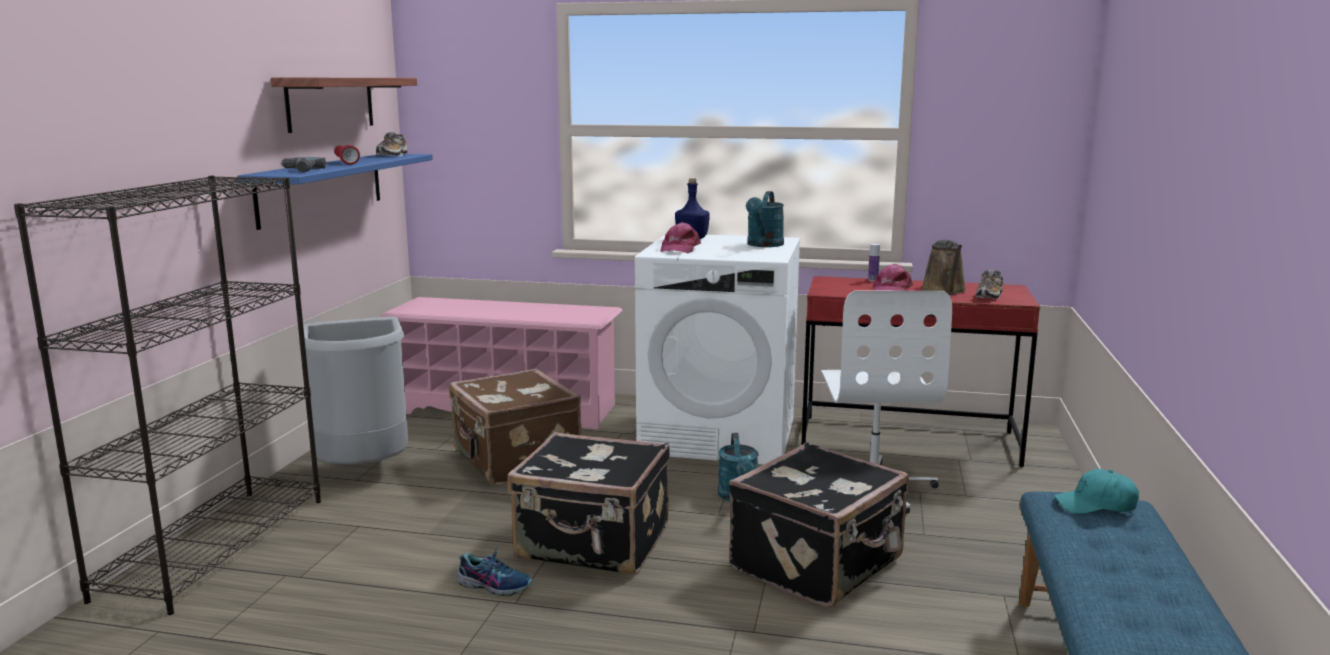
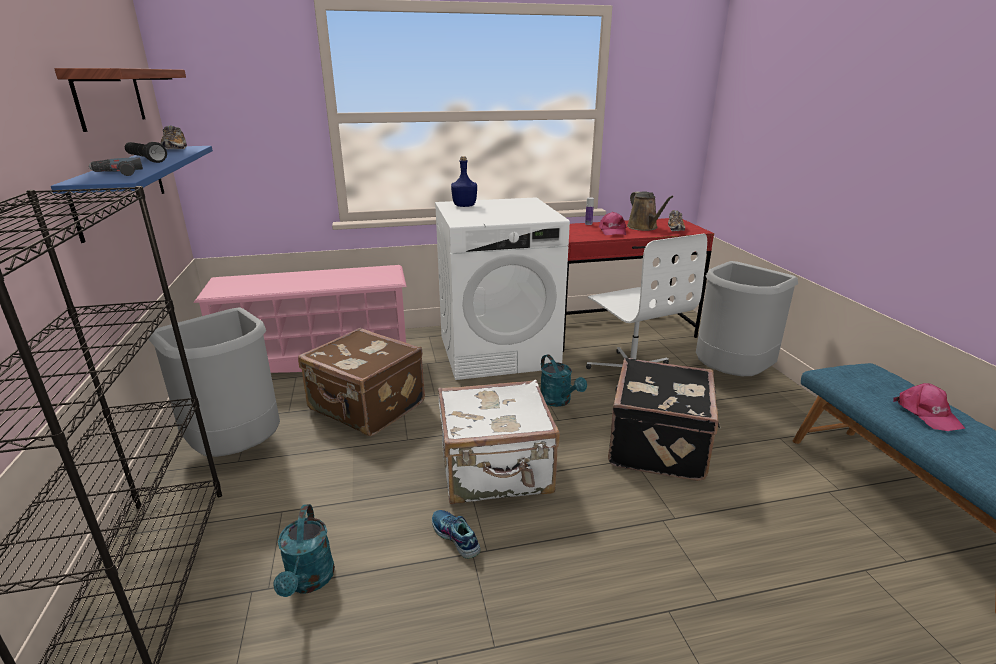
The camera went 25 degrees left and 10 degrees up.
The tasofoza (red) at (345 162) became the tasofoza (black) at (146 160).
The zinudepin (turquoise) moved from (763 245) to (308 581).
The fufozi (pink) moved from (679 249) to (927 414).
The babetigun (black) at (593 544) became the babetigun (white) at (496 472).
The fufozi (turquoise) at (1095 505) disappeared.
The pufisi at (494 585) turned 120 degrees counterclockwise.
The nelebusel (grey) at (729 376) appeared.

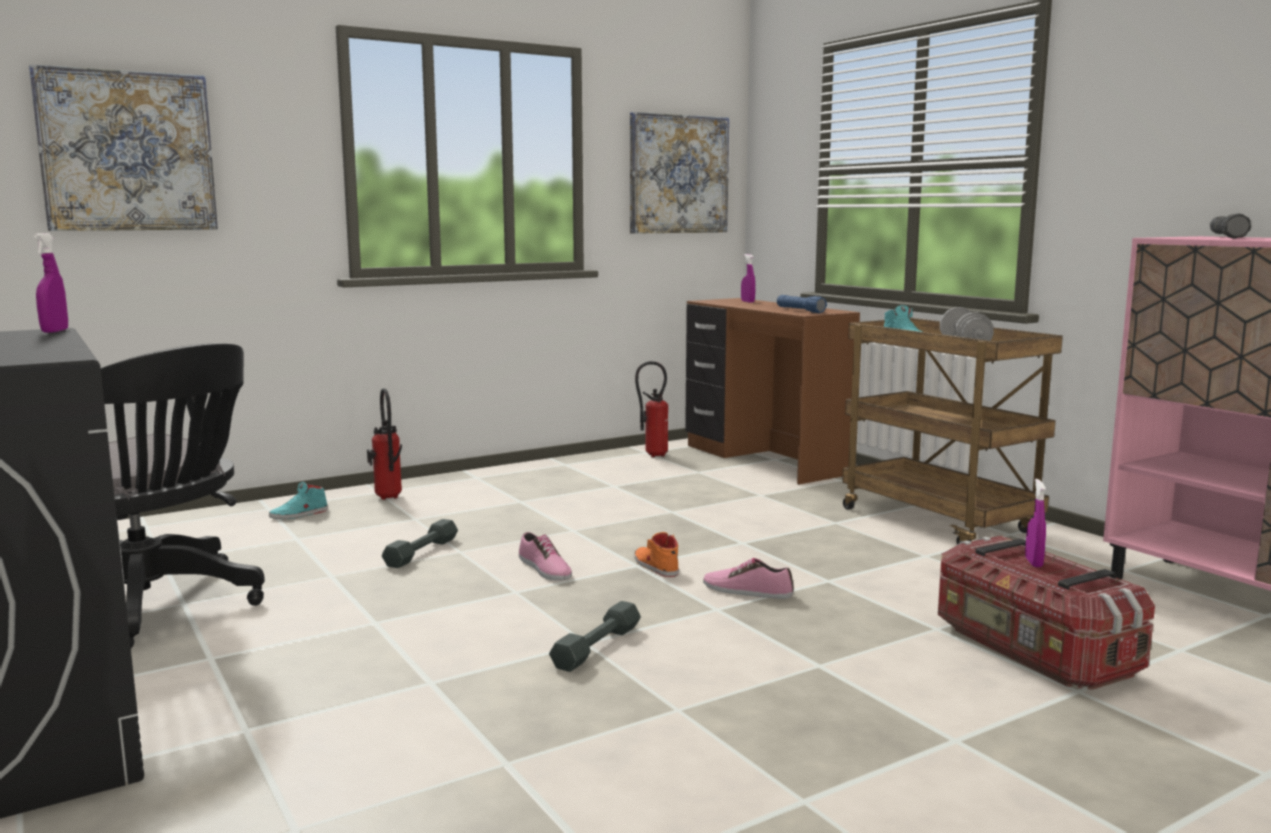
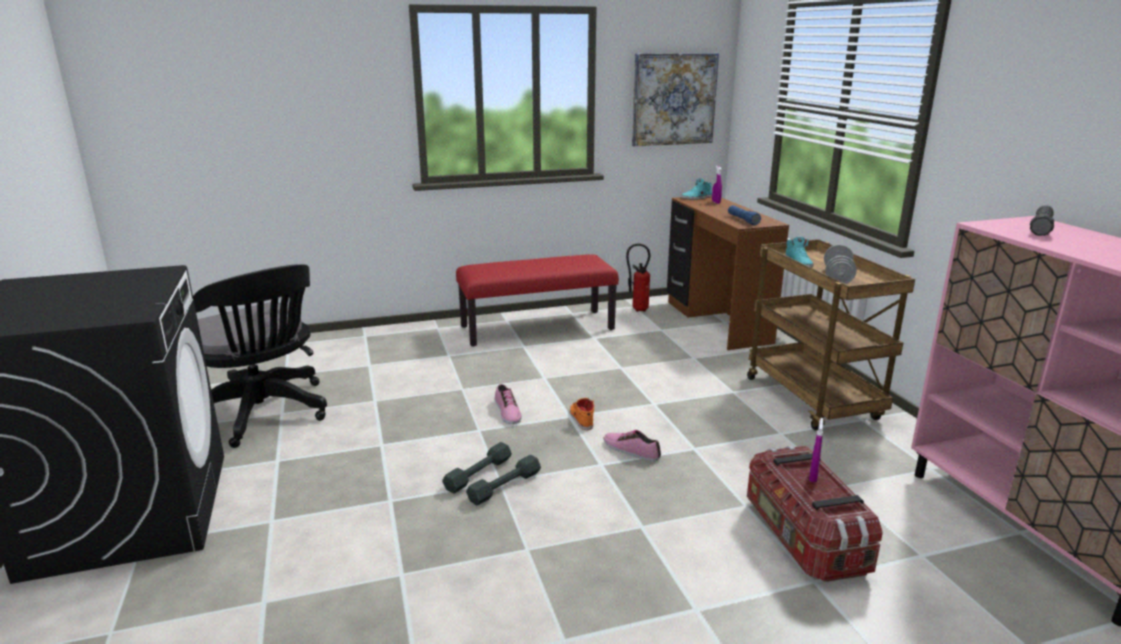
The camera went 15 degrees right and 10 degrees up.
The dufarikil at (127 151) disappeared.
The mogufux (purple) at (55 331) disappeared.
The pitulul at (387 498) disappeared.
The pufisi (turquoise) moved from (299 514) to (696 198).
The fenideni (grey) moved from (421 552) to (478 474).
The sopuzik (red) at (537 328) appeared.

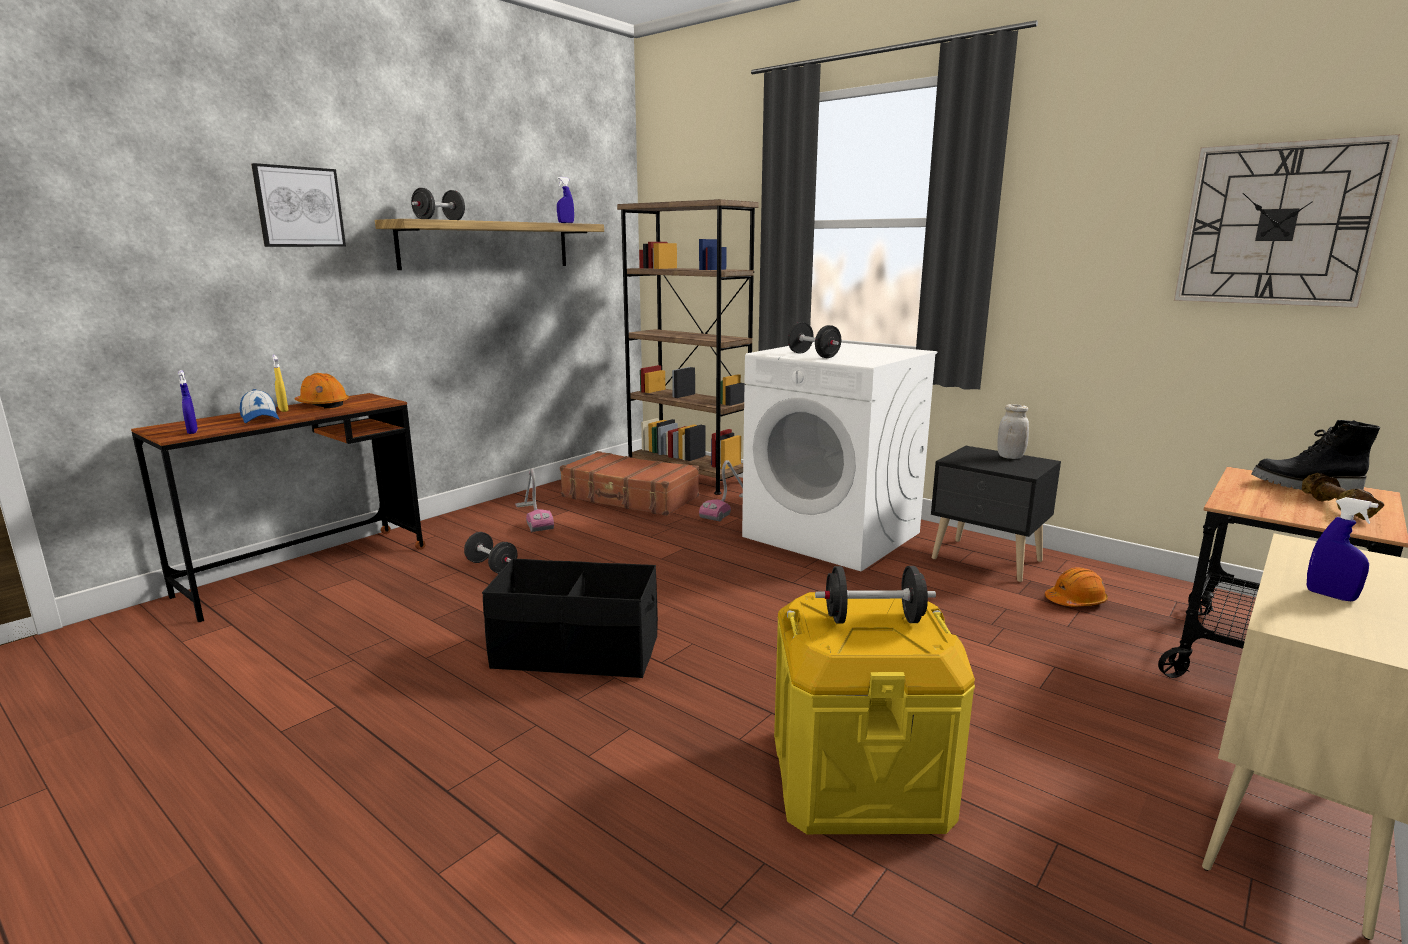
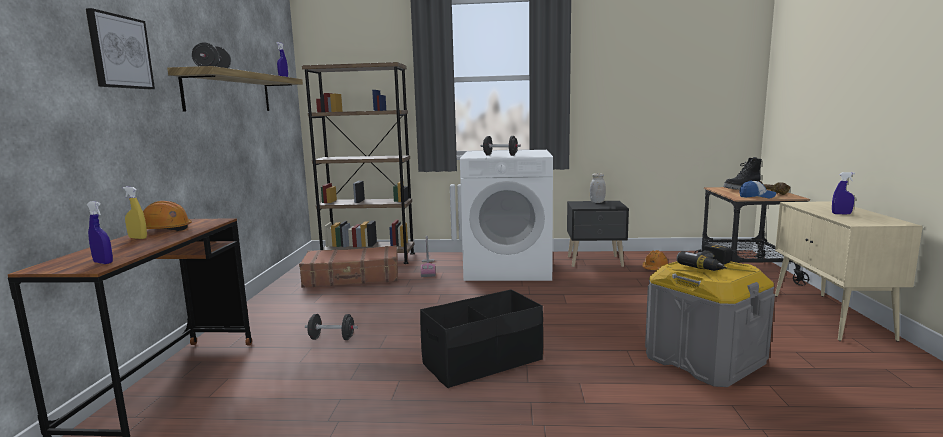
The camera went 35 degrees left and 5 degrees down.
The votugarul at (1277 225) disappeared.
The fufozi moved from (260 418) to (757 196).
The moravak at (533 517) disappeared.
The fenideni (black) at (873 620) was replaced by the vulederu at (711 267).
The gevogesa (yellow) at (858 778) became the gevogesa (grey) at (703 360).

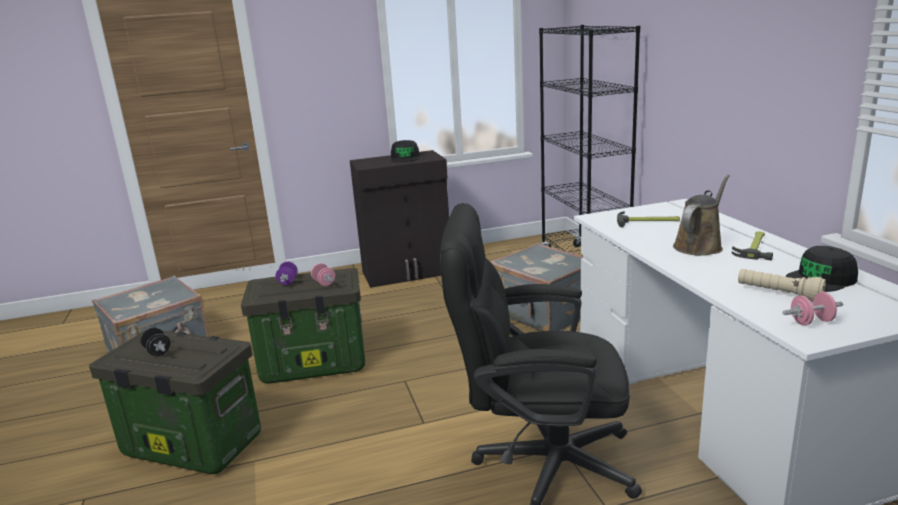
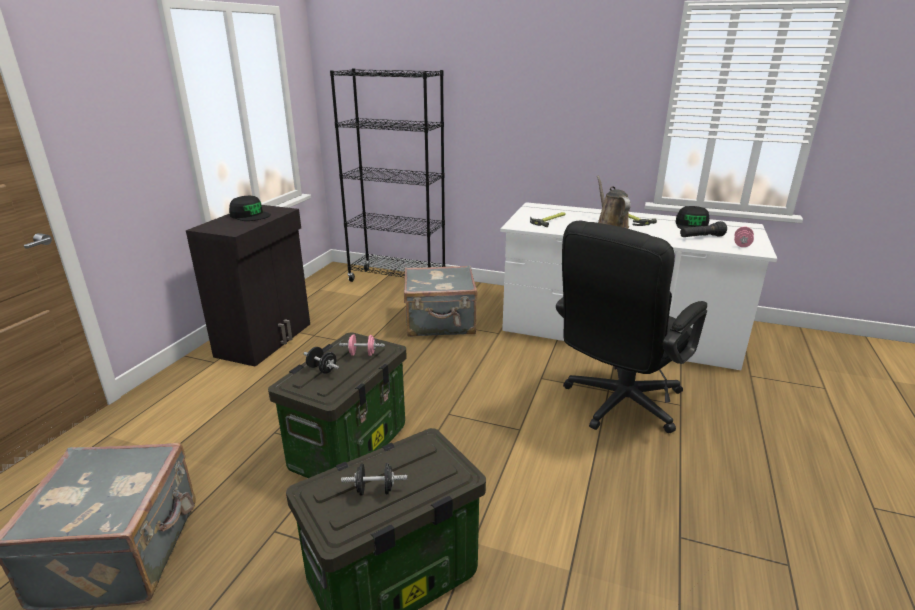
The camera went 55 degrees left and 5 degrees up.
The fenideni (purple) at (288 281) became the fenideni (black) at (322 369).
The tasofoza (beige) at (778 294) became the tasofoza (black) at (701 237).

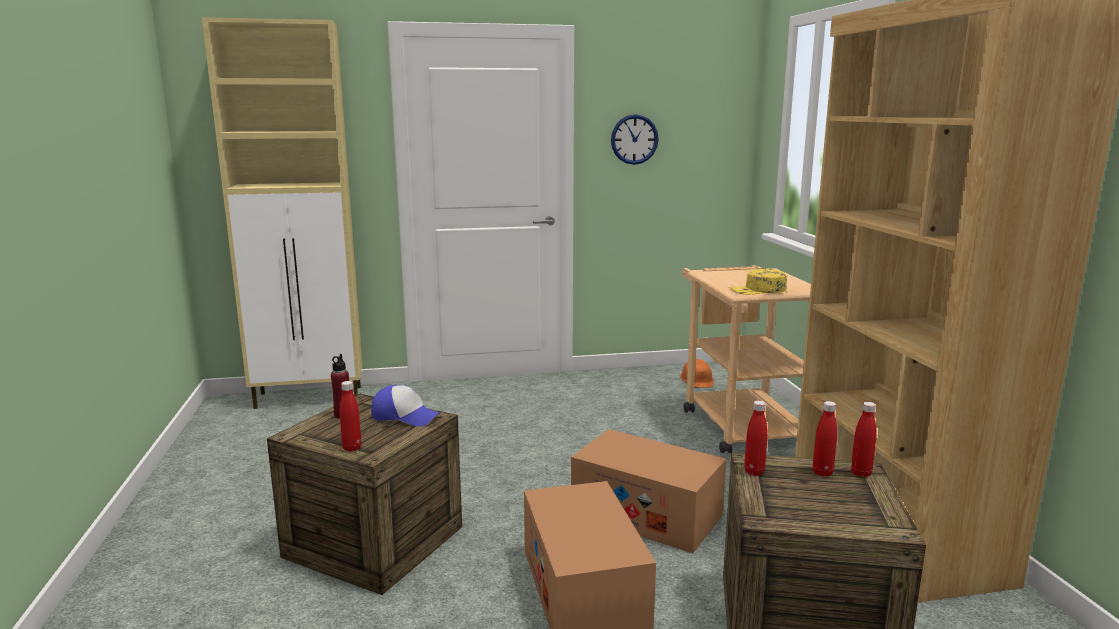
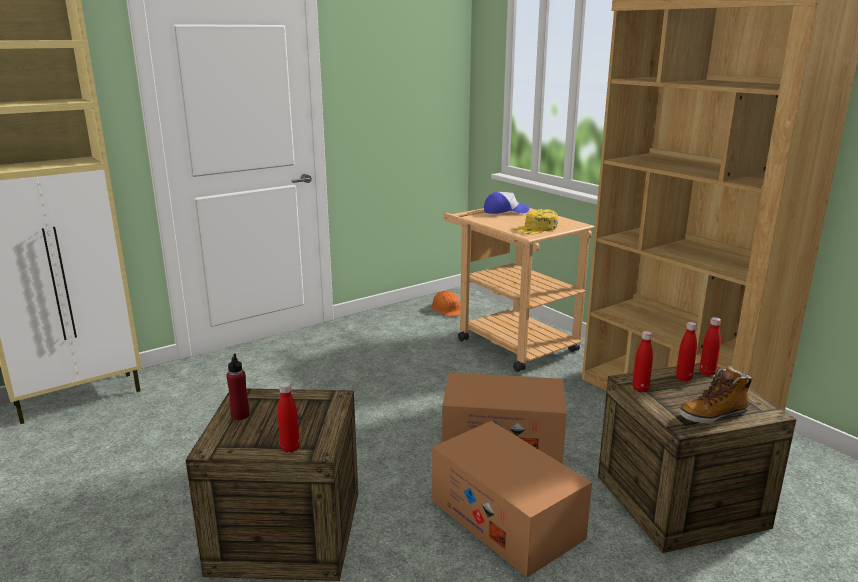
The camera went 25 degrees left and 5 degrees up.
The votugarul at (634 139) disappeared.
The fufozi moved from (405 416) to (505 211).
The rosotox at (713 415) appeared.

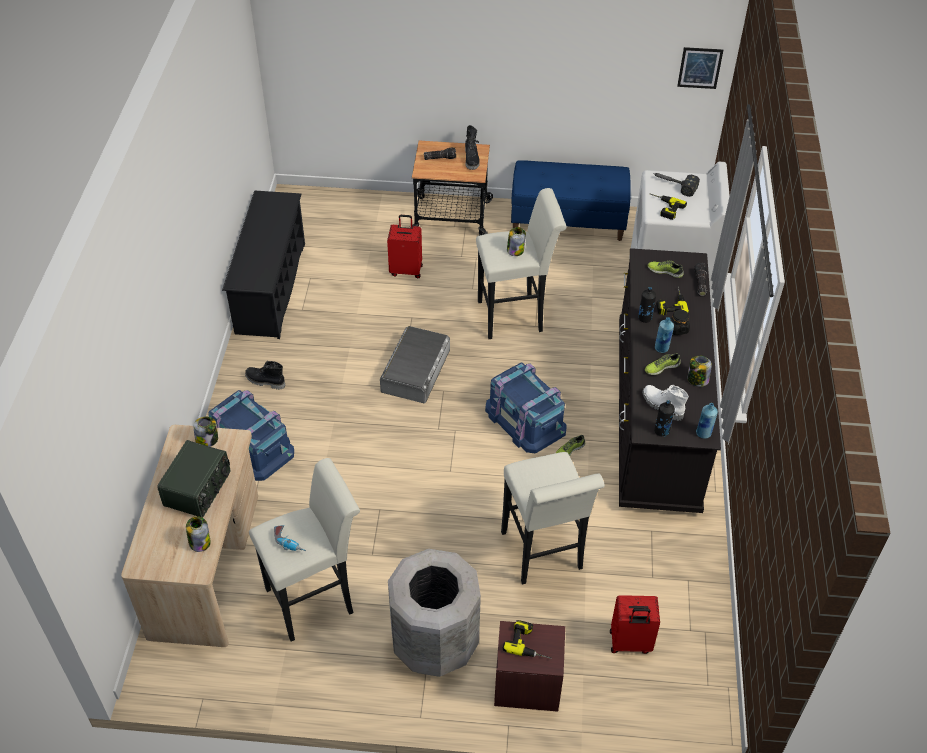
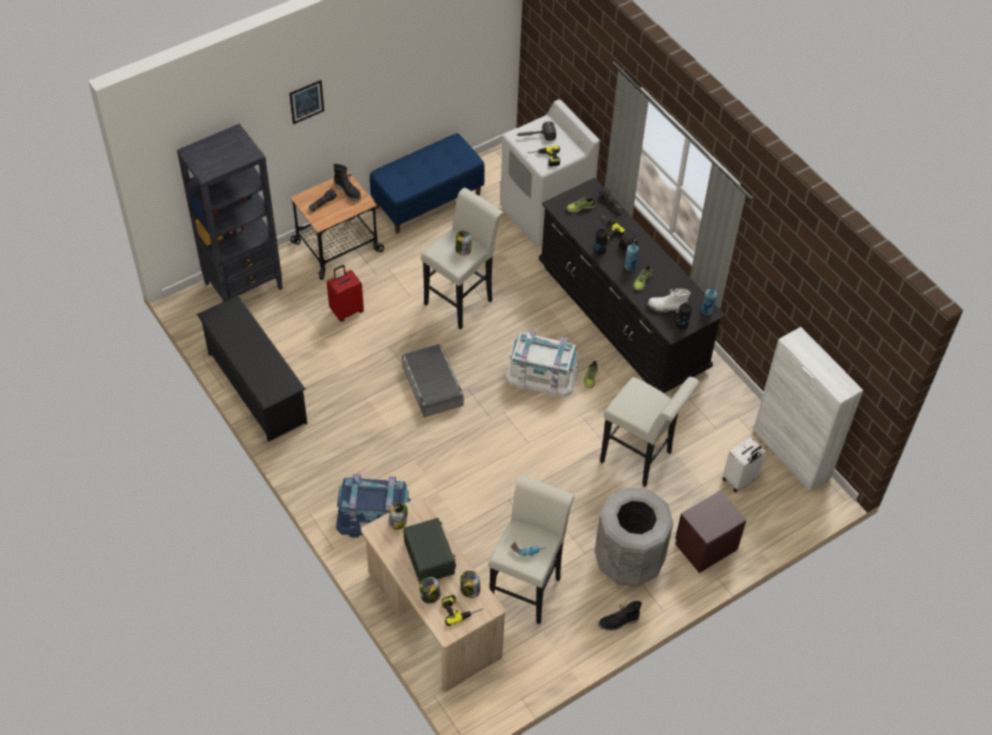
The camera went 40 degrees left and 5 degrees up.
The dufarikil moved from (700 68) to (306 101).
The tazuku moved from (697 380) to (430 596).
The rosotox (black) moved from (265 381) to (618 622).
The gevogesa (blue) at (526 419) became the gevogesa (white) at (542 373).
The babetigun (red) at (630 643) became the babetigun (white) at (740 479).
The vulederu moved from (530 643) to (460 609).
The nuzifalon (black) at (244 286) appeared.
The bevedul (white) at (791 454) appeared.

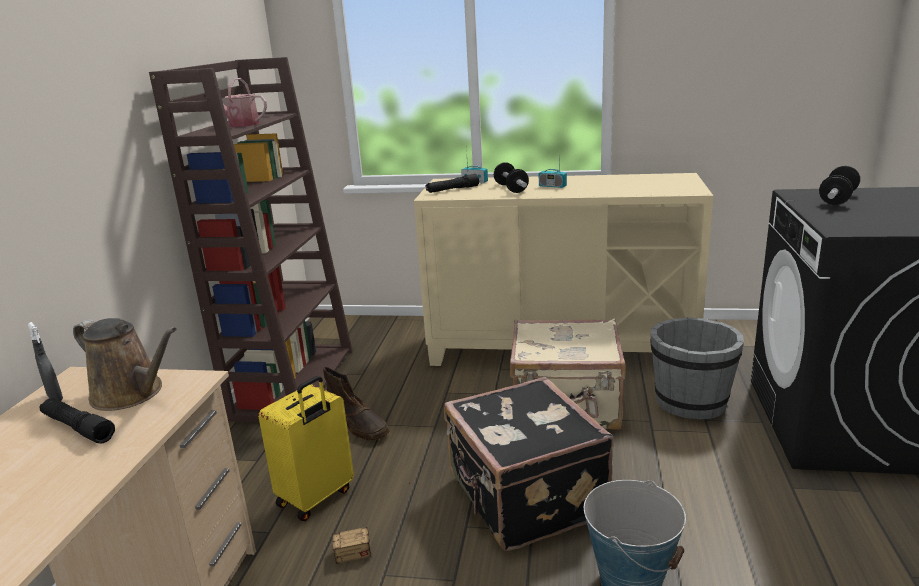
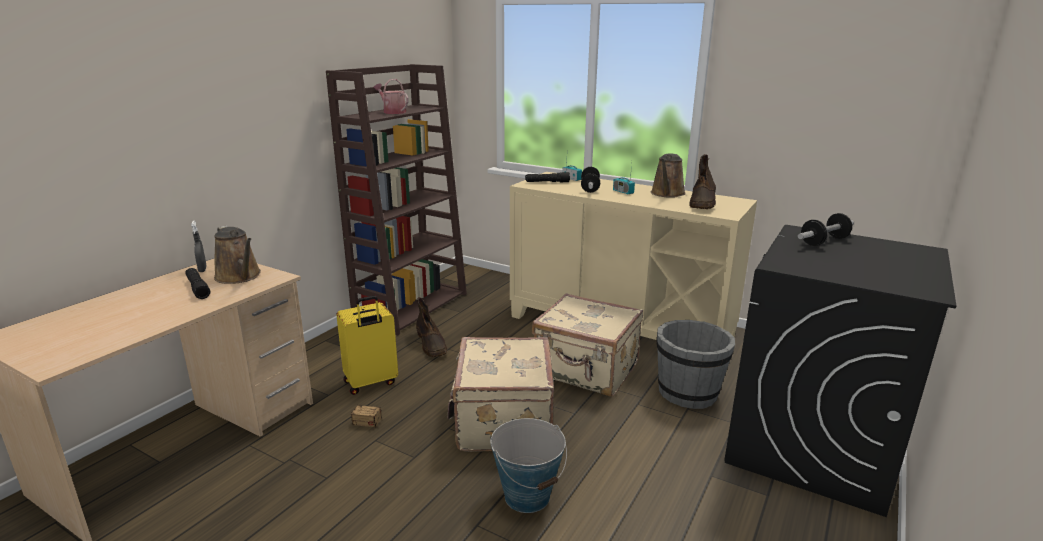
The camera went 20 degrees right and 0 degrees up.
The babetigun (black) at (524 497) became the babetigun (beige) at (502 422).
The zinudepin (brown) at (667 194) appeared.
The rosotox (brown) at (702 203) appeared.

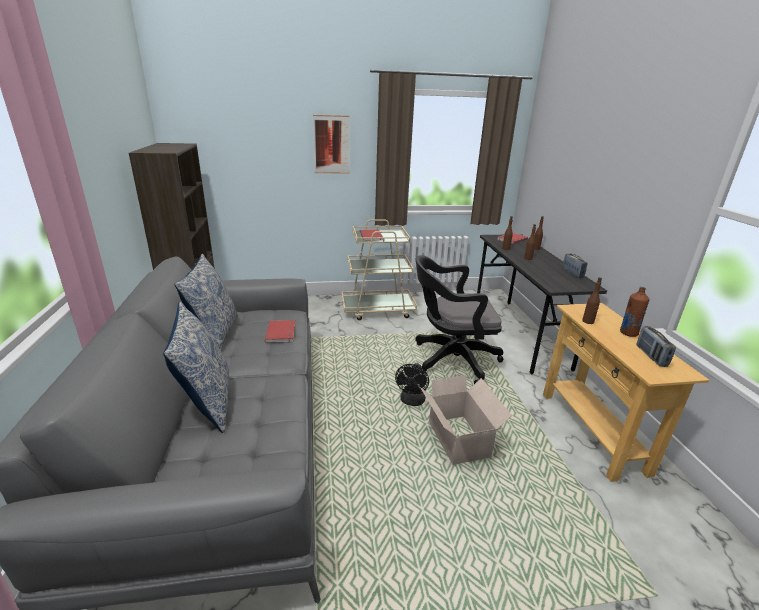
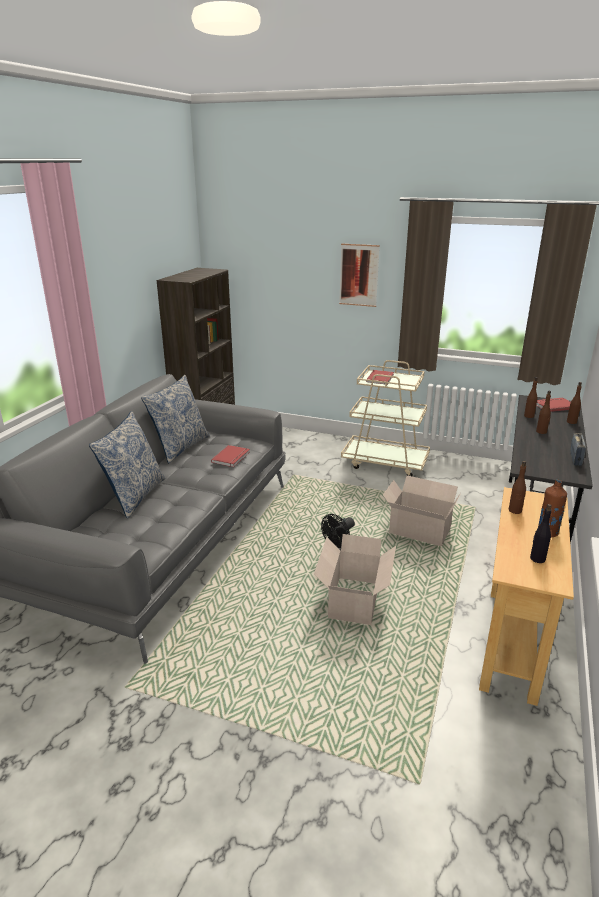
The camera went 30 degrees right and 0 degrees up.
The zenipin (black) at (450 360) was replaced by the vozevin at (418 530).
The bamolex at (651 356) was replaced by the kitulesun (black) at (537 558).

